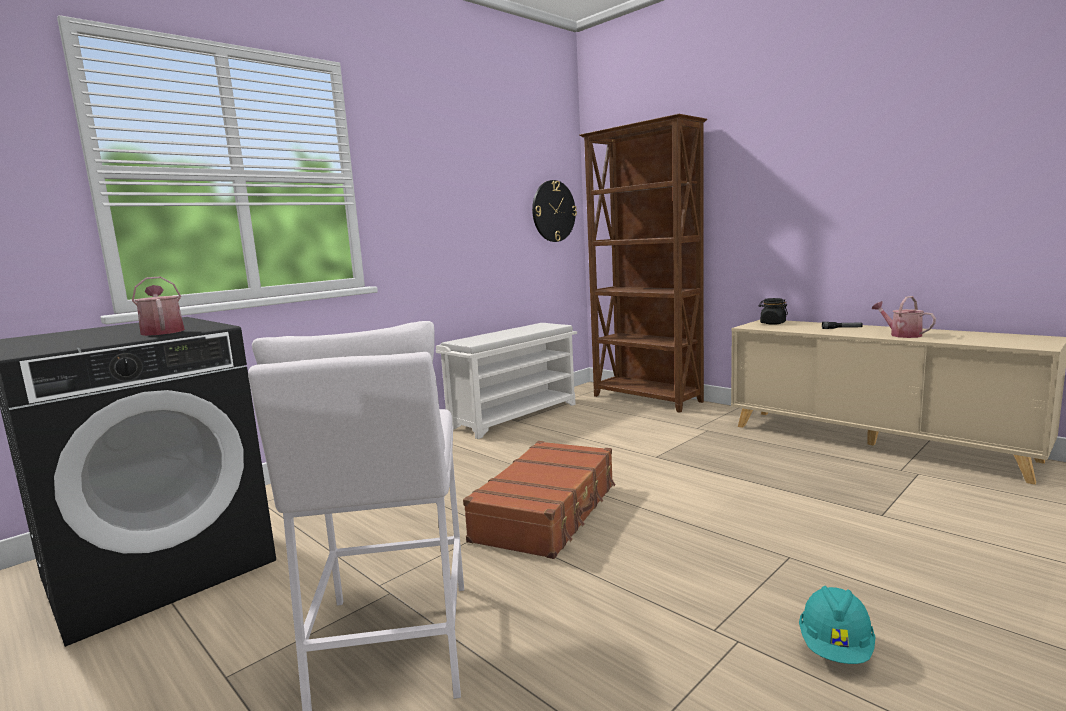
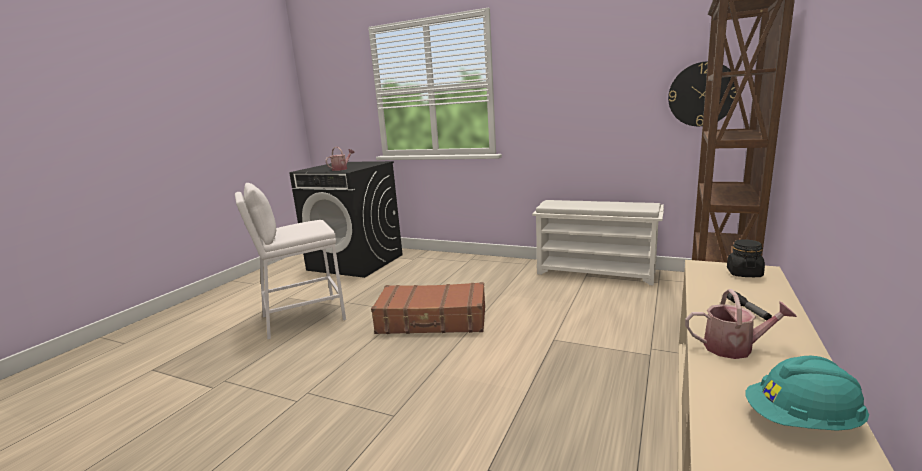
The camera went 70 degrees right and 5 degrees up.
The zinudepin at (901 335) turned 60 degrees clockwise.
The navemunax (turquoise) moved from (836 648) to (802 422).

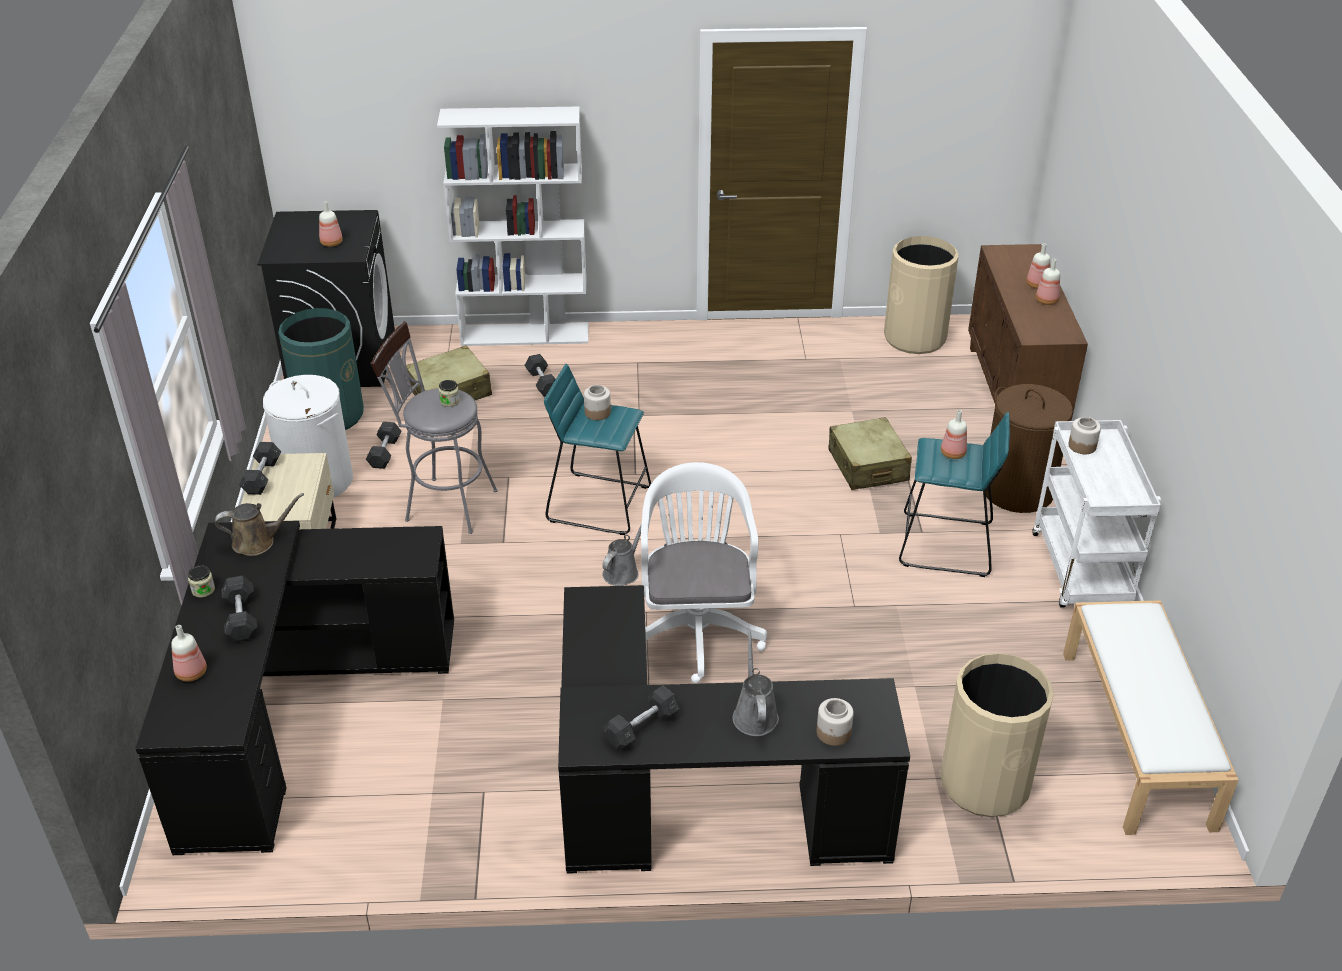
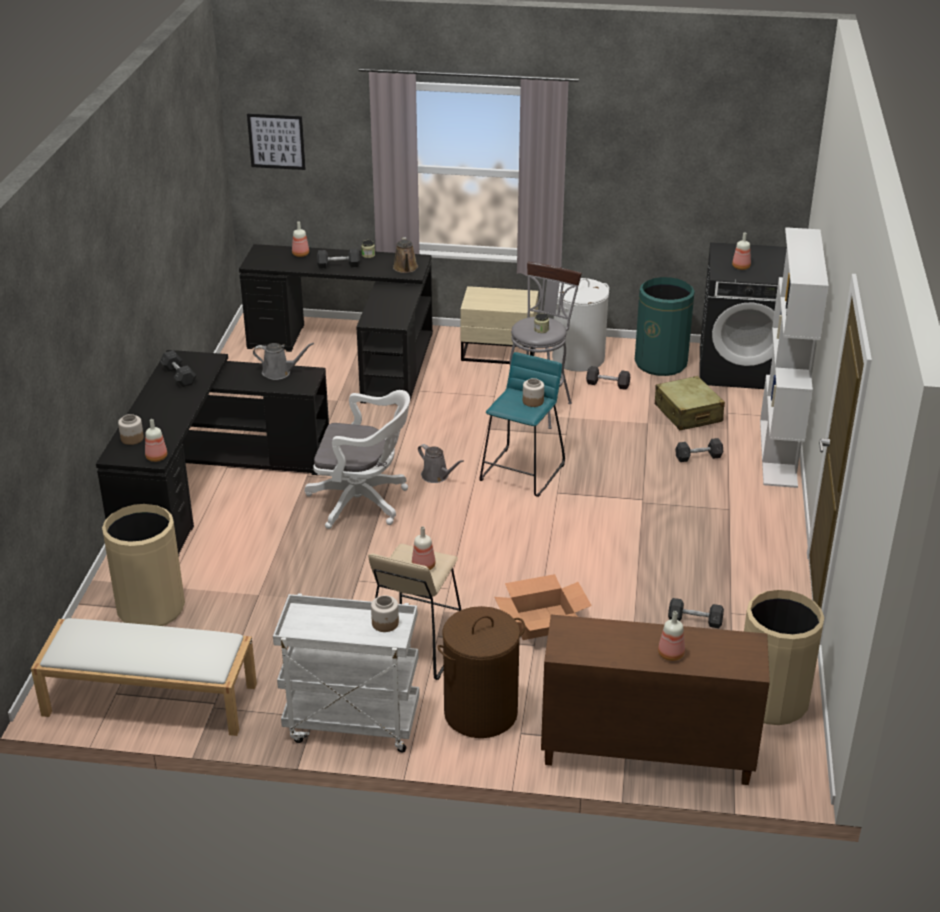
The camera went 100 degrees right and 5 degrees down.
The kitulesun moved from (1047 301) to (156 458).
The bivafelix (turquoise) at (946 545) became the bivafelix (beige) at (415 647).
The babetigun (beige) at (867 466) was replaced by the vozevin at (541 622).
The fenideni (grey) moved from (262 476) to (695 620).
The zinudepin (grey) moved from (754 714) to (279 372).
The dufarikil at (276 141) appeared.

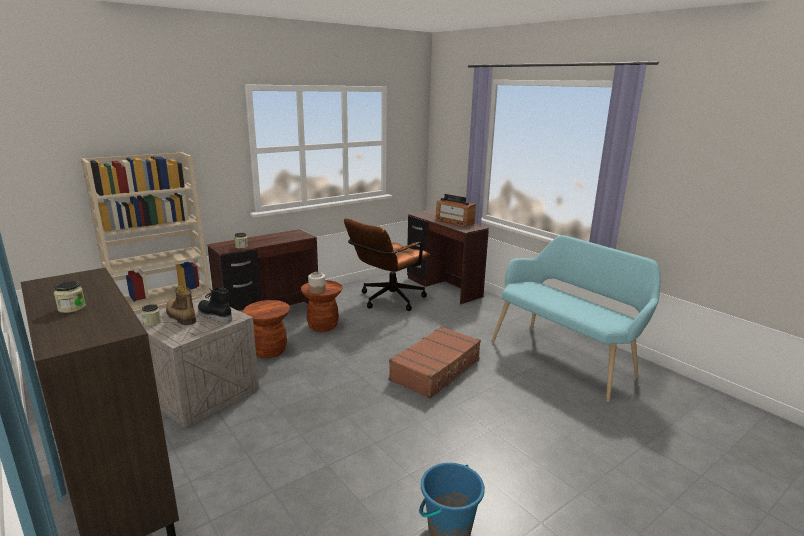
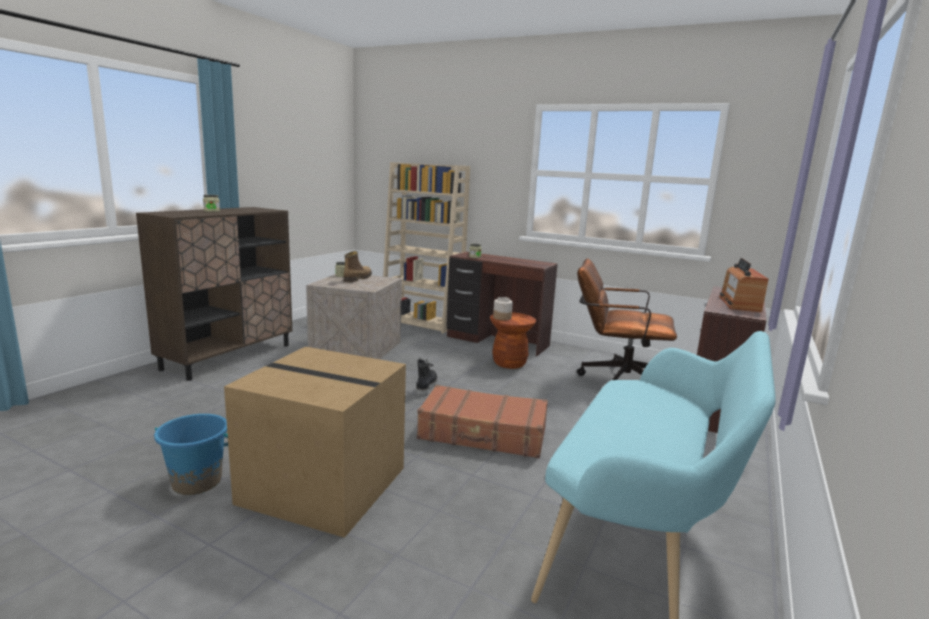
The camera went 65 degrees right and 5 degrees down.
The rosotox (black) moved from (214 316) to (425 387).
The bivafelix (brown) at (269 351) disappeared.
The vozevin at (321 485) appeared.

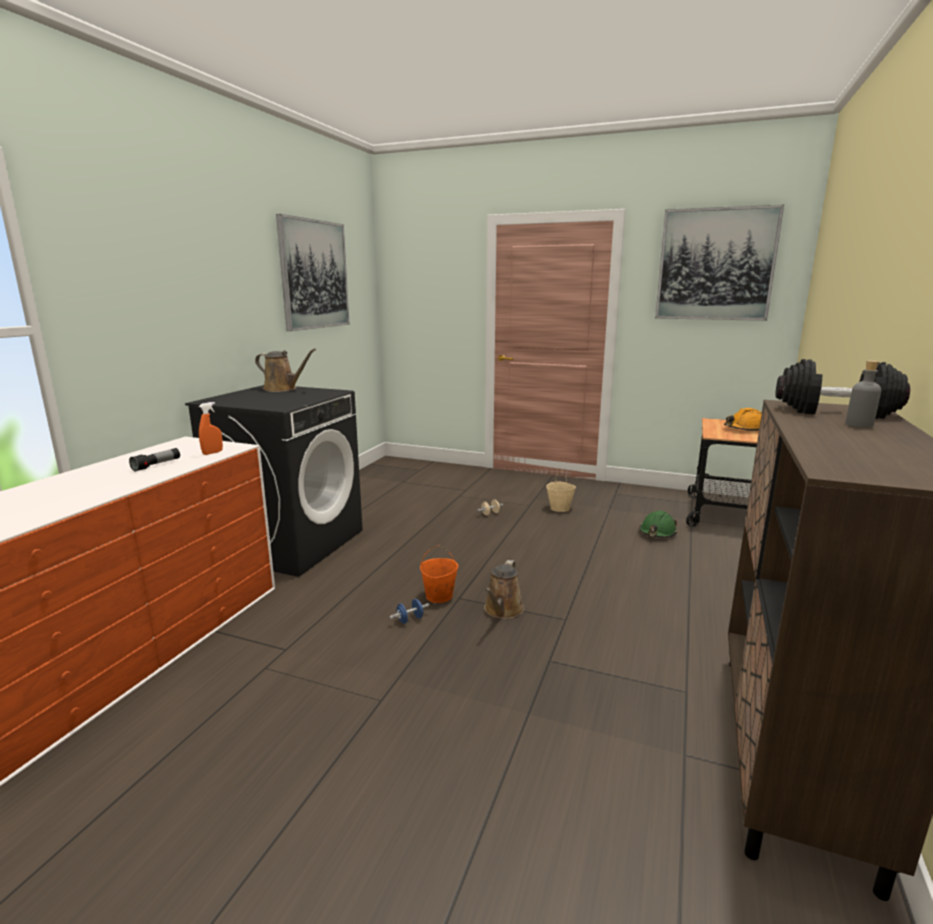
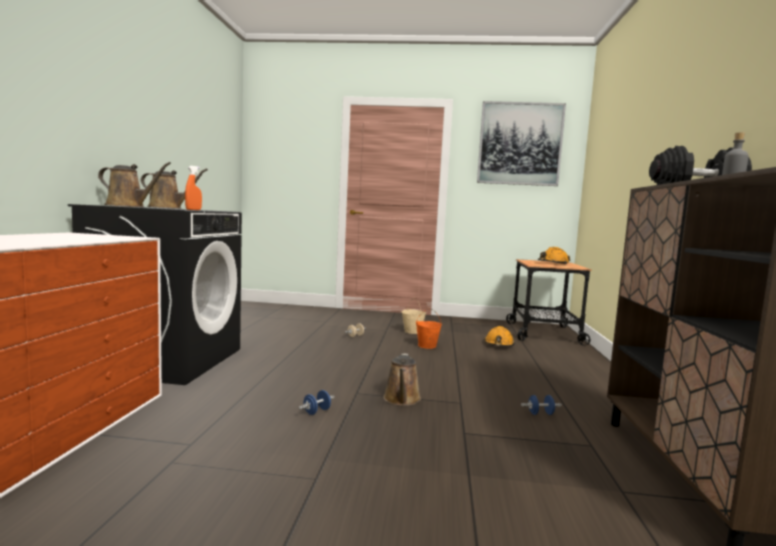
The camera went 15 degrees left and 10 degrees down.
The dufarikil at (314 275) disappeared.
The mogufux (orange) moved from (212 453) to (193 210).
The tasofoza at (157 465) disappeared.
The navemunax (green) at (657 533) became the navemunax (orange) at (499 344).
The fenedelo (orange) moved from (439 596) to (427 346).
The zinudepin (brown) at (128 206) appeared.
The fenideni (blue) at (540 414) appeared.

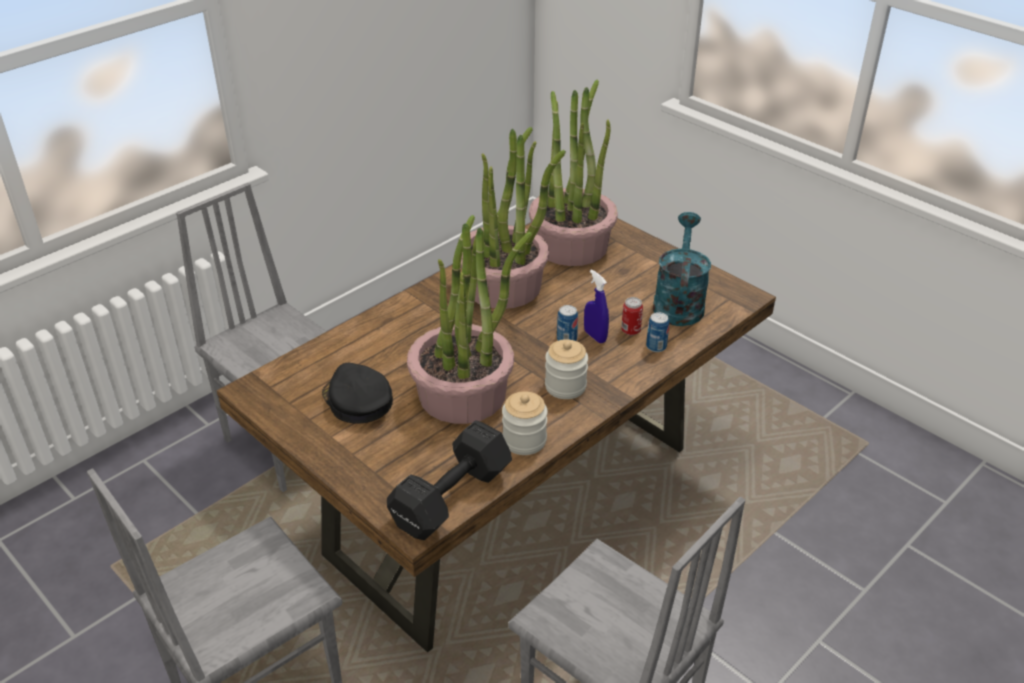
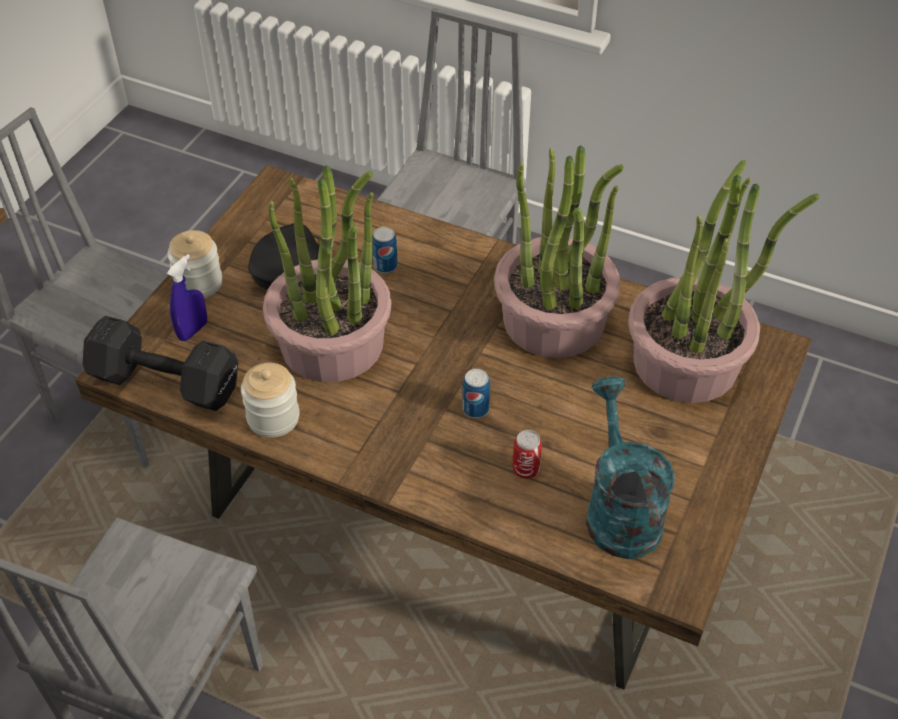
The camera went 70 degrees right and 10 degrees up.
The zinudepin (turquoise) at (678 302) turned 90 degrees counterclockwise.
The mogufux (blue) moved from (595 336) to (193 331).
The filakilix moved from (656 346) to (385 266).
The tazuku moved from (565 386) to (199 283).

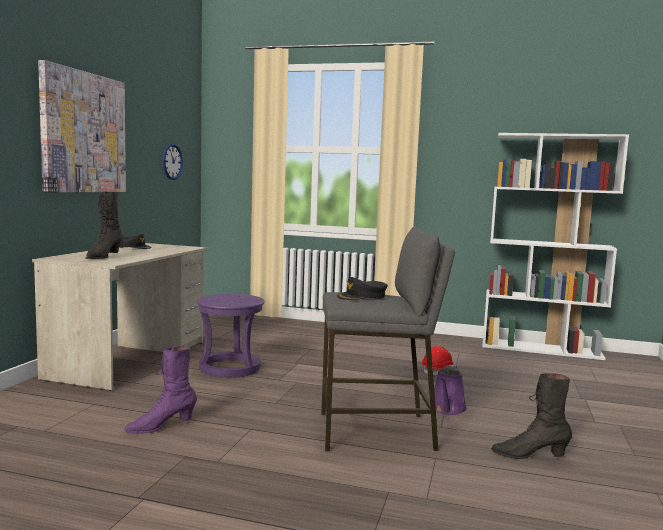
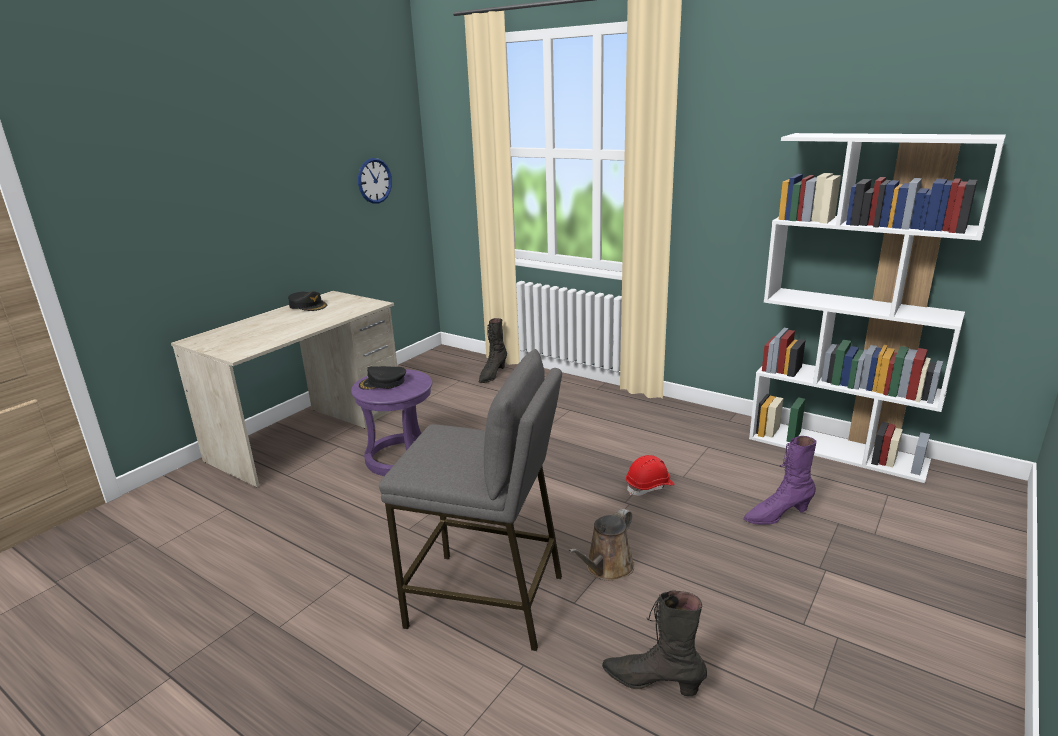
The camera went 20 degrees right and 15 degrees up.
The dufarikil at (83 133) disappeared.
The rosotox (black) moved from (103 257) to (492 375).
The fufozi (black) moved from (362 296) to (383 383).
The rosotox (purple) moved from (161 426) to (777 515).
The zinudepin (purple) at (447 409) became the zinudepin (brown) at (607 568).

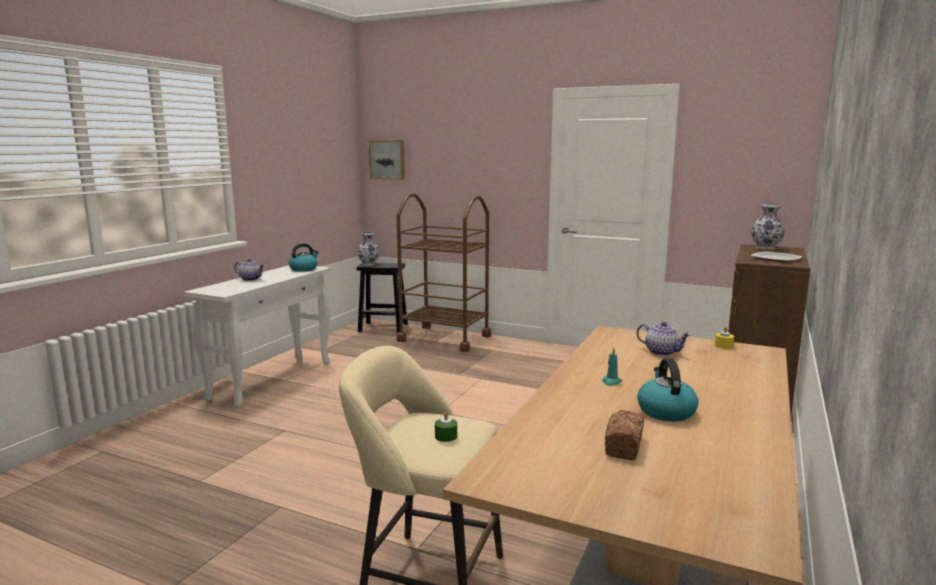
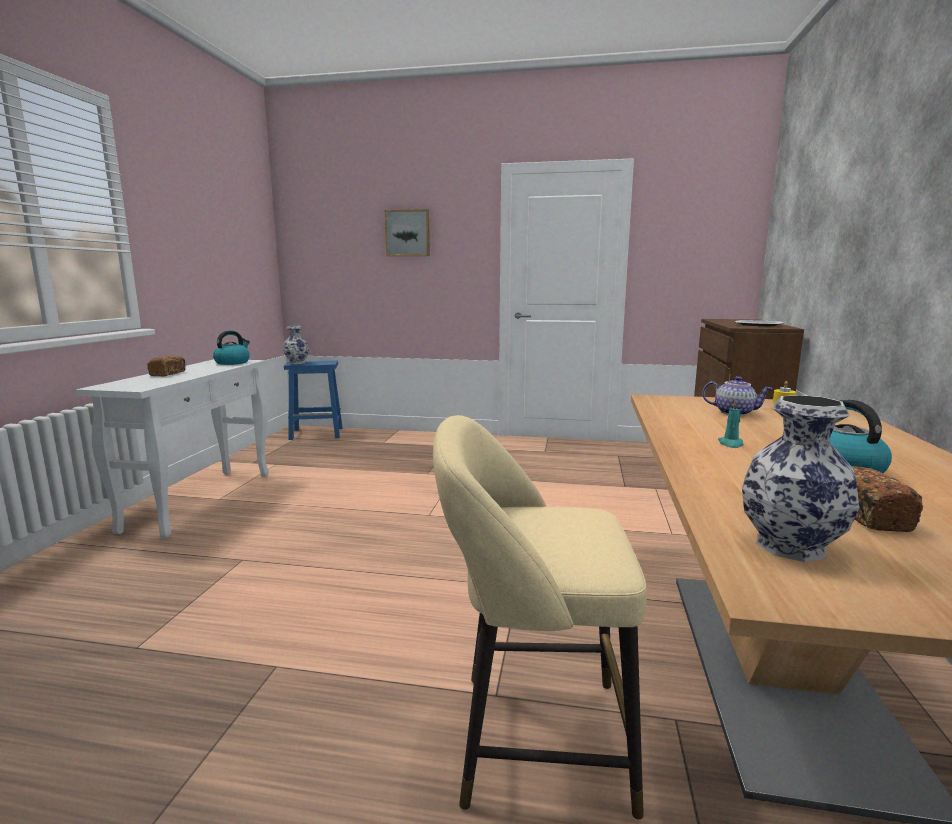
The camera went 15 degrees left and 0 degrees up.
The dufarikil moved from (387 159) to (408 233).
The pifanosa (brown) at (444 338) disappeared.
The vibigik moved from (766 248) to (791 545).
The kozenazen at (251 279) was replaced by the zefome at (168 373).
The bivafelix (black) at (384 328) became the bivafelix (blue) at (317 433).
The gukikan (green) at (446 436) disappeared.

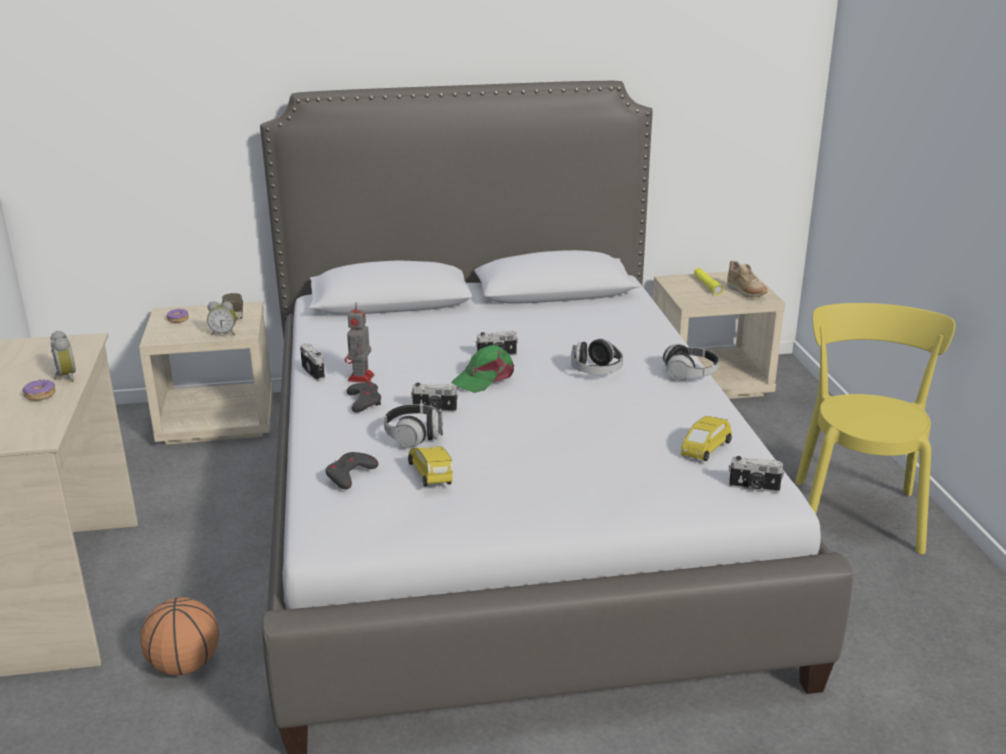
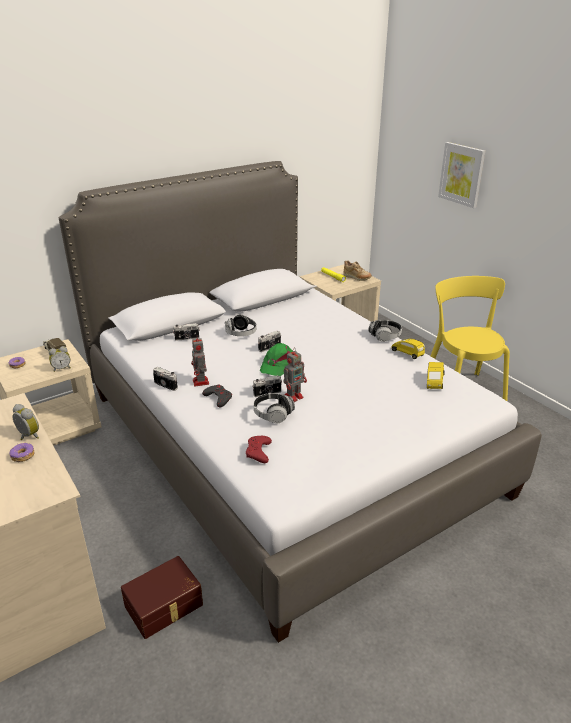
The camera went 25 degrees left and 5 degrees up.
The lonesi moved from (596 371) to (241 333).
The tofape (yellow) moved from (431 475) to (407 354).
The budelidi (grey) at (350 474) became the budelidi (red) at (258 452).
The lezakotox moved from (754 488) to (187 338).
The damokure at (185 665) was replaced by the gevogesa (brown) at (165 606).
The dufarikil at (462 174) appeared.
The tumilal at (294 396) appeared.

